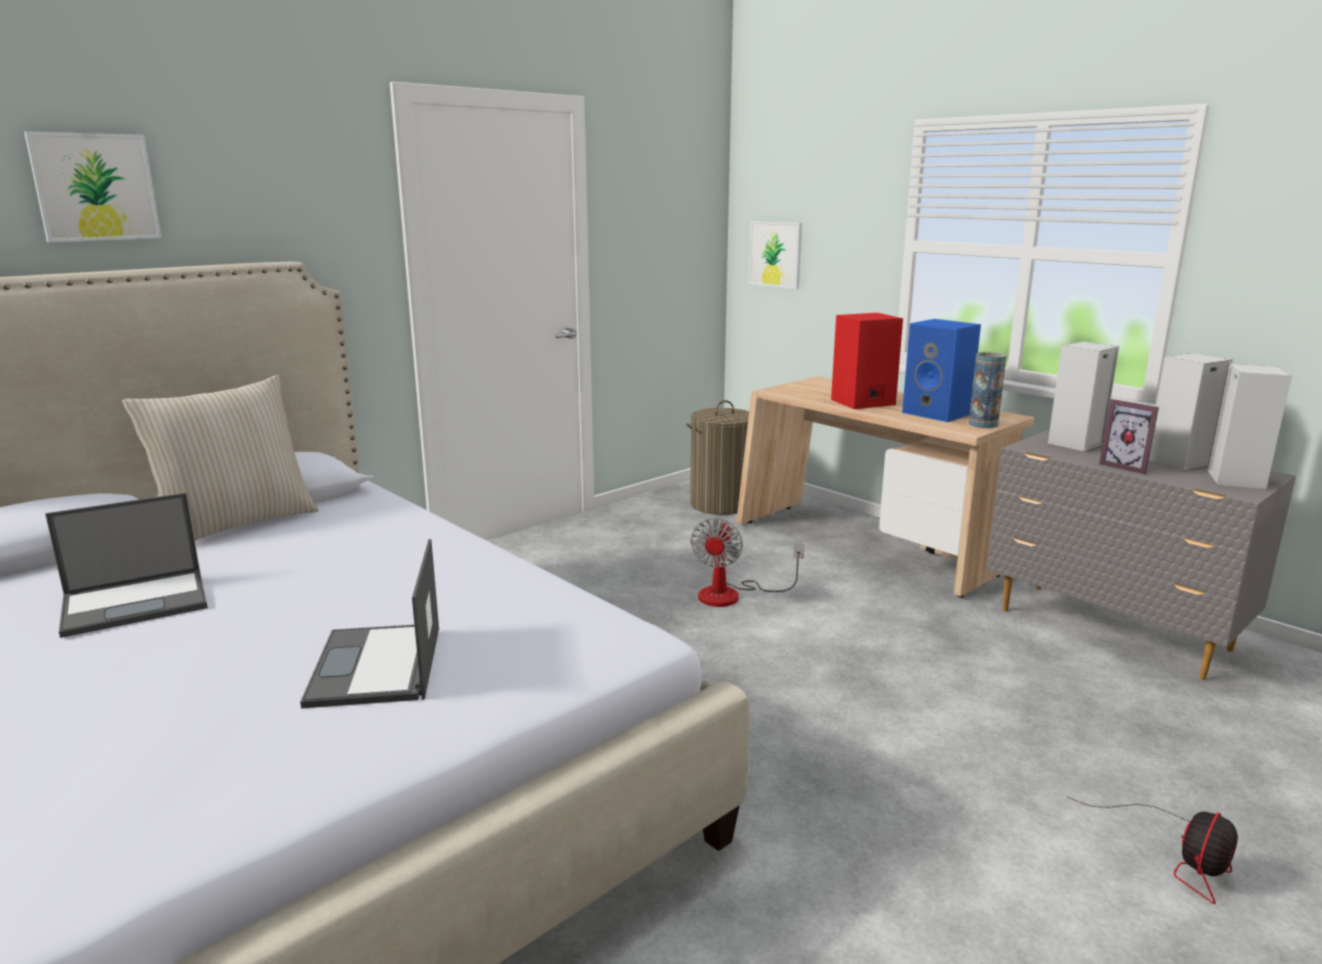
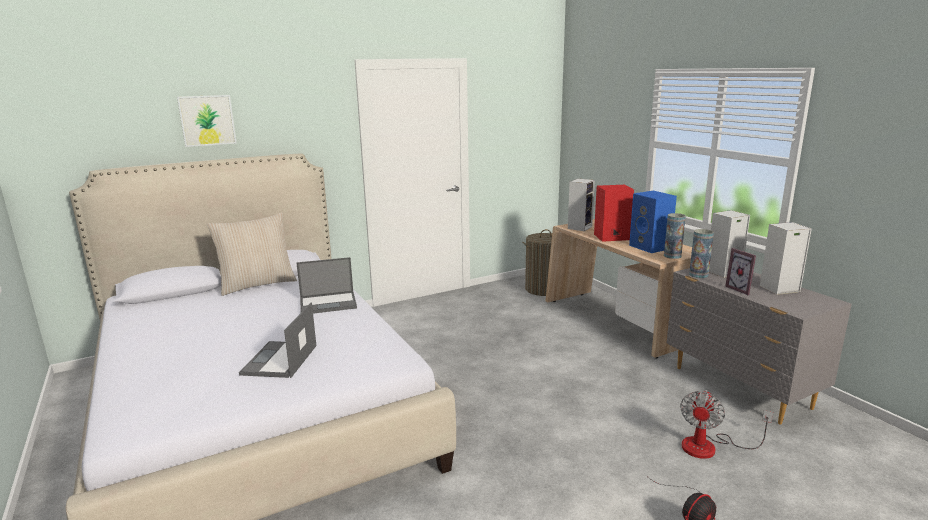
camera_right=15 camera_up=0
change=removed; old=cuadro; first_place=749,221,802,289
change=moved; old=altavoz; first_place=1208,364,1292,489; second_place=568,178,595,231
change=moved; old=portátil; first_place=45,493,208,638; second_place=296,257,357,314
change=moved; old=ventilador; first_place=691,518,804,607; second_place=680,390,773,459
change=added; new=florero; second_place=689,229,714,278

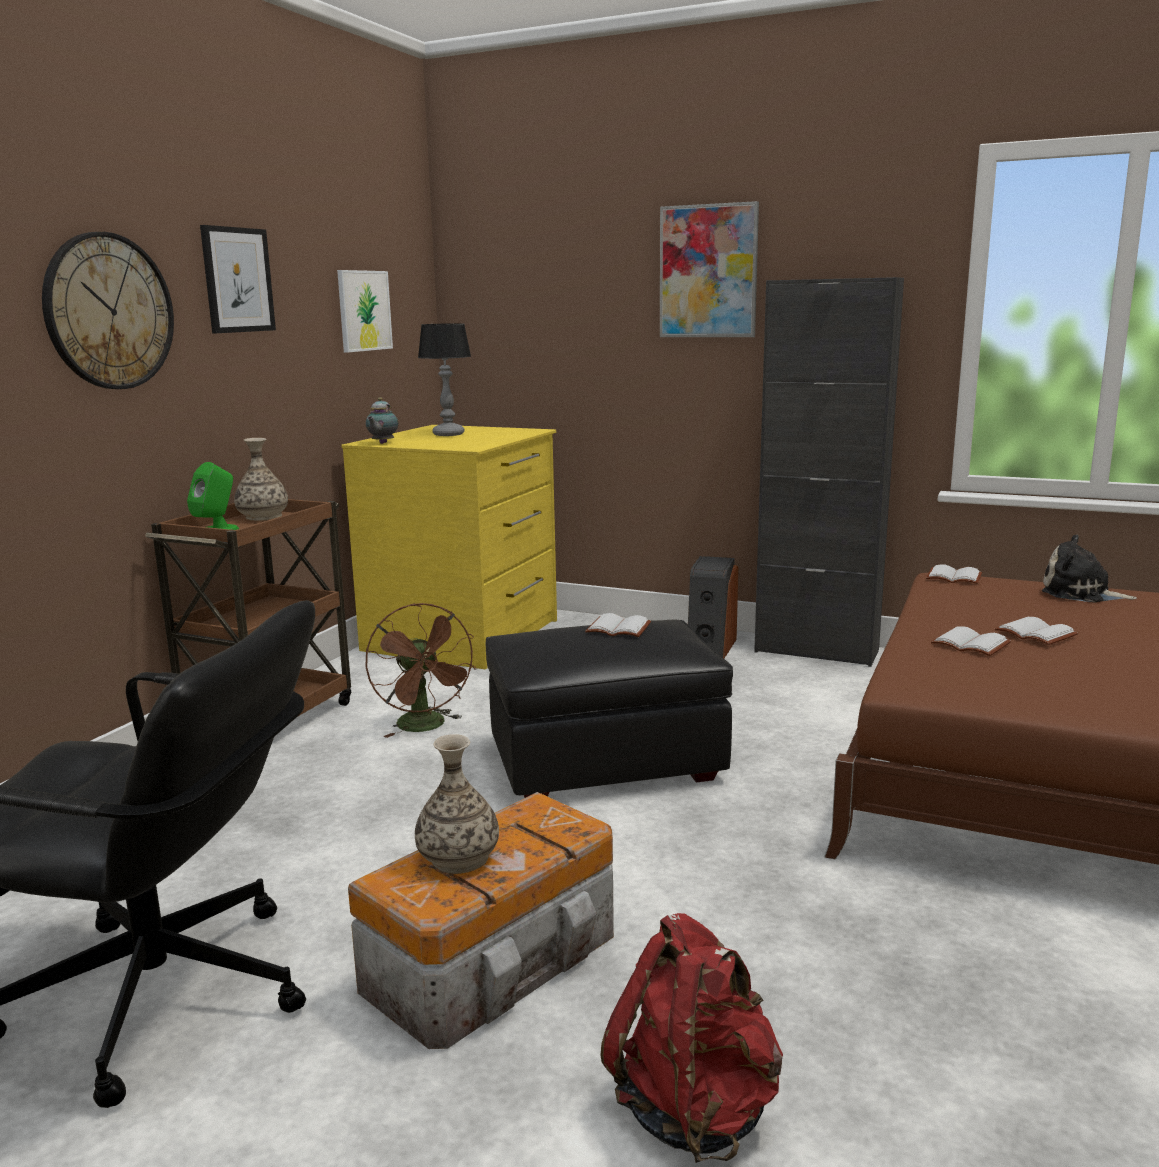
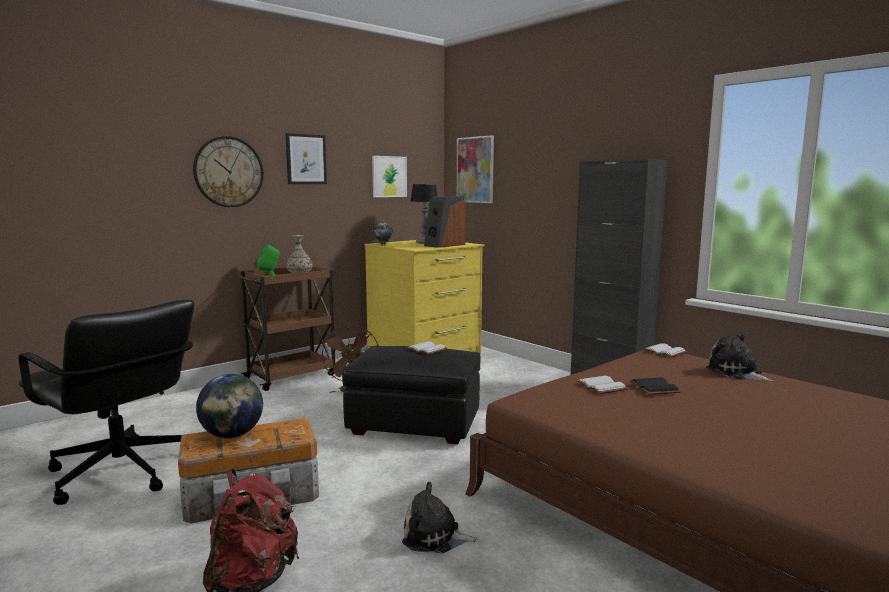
camera_right=25 camera_up=-5
change=moved; old=cuadro; first_place=660,201,759,337; second_place=457,135,494,203
change=moved; old=altavoz; first_place=688,556,738,658; second_place=424,196,465,248
change=recoloured; old=libro (blanco); new=libro (negro); first_place=995,617,1078,645; second_place=630,377,681,395
change=replaced; old=florero; new=globo terráqueo; first_place=415,734,499,874; second_place=196,374,263,438
change=added; new=peluche; second_place=402,482,478,553

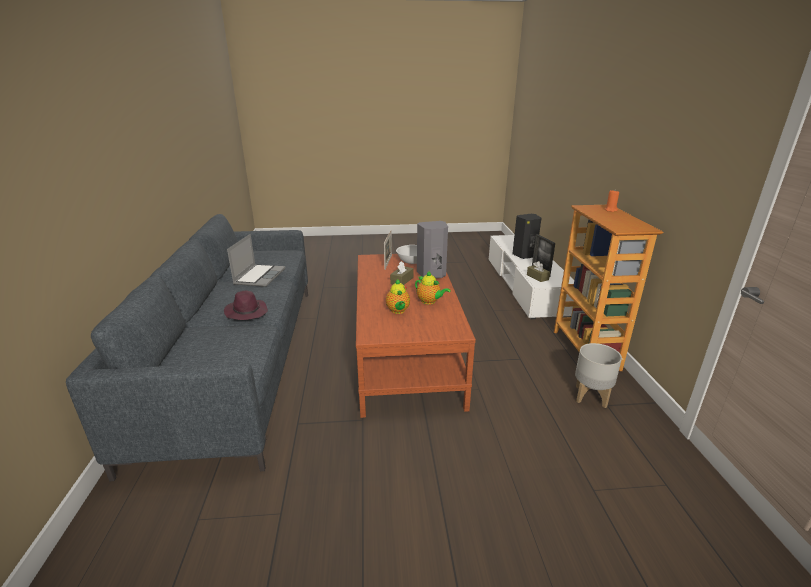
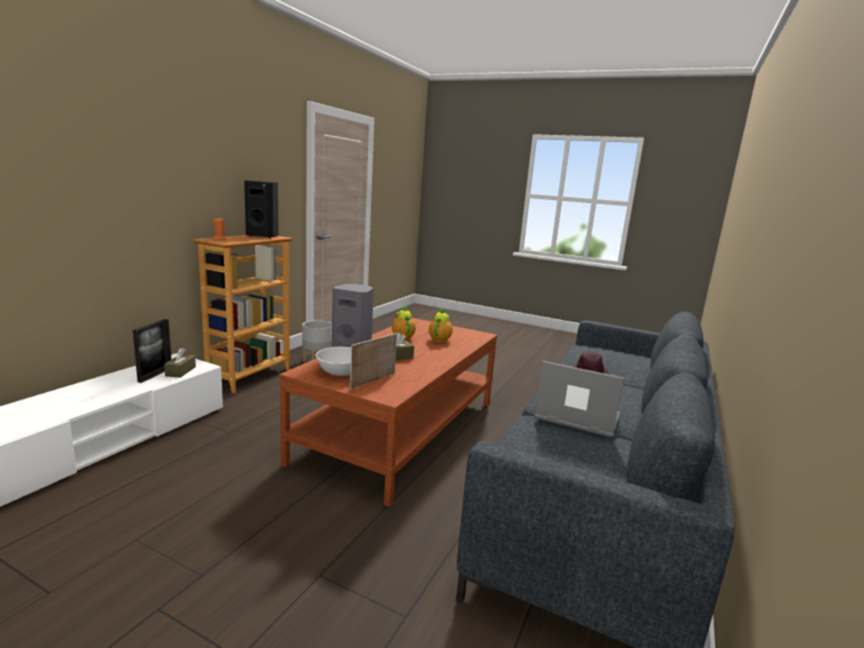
camera_right=-150 camera_up=-10
change=moved; old=altavoz (negro); first_place=512,214,541,259; second_place=244,180,279,238
change=turned; old=portátil; first_place=227,234,285,287; second_place=534,361,624,437; degrees=75

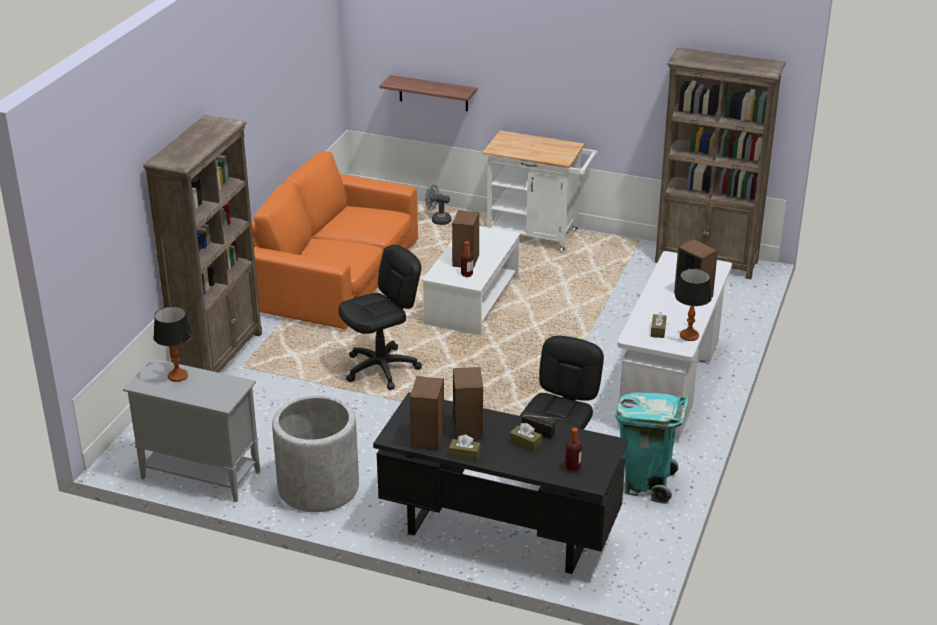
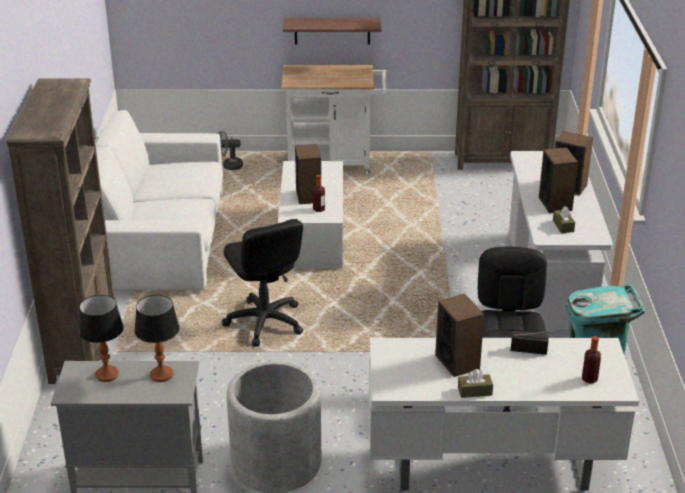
camera_right=-20 camera_up=0
change=moved; old=estante; first_place=379,75,477,111; second_place=283,18,381,44
change=recoloured; old=sofá (naranja); new=sofá (blanco); first_place=252,151,418,329; second_place=96,110,223,290
change=turned; old=silla de oficina (negro); first_place=338,245,422,390; second_place=222,219,303,347; degrees=120
change=moved; old=lámpara de mesa; first_place=675,268,712,341; second_place=134,295,180,382
change=moved; old=altavoz; first_place=410,376,444,450; second_place=539,147,578,213
change=recoloured; old=escritorio (negro); new=escritorio (blanco); first_place=373,392,628,574; second_place=369,338,639,490
change=removed; old=caja de pañuelos (marrón); first_place=510,423,542,452

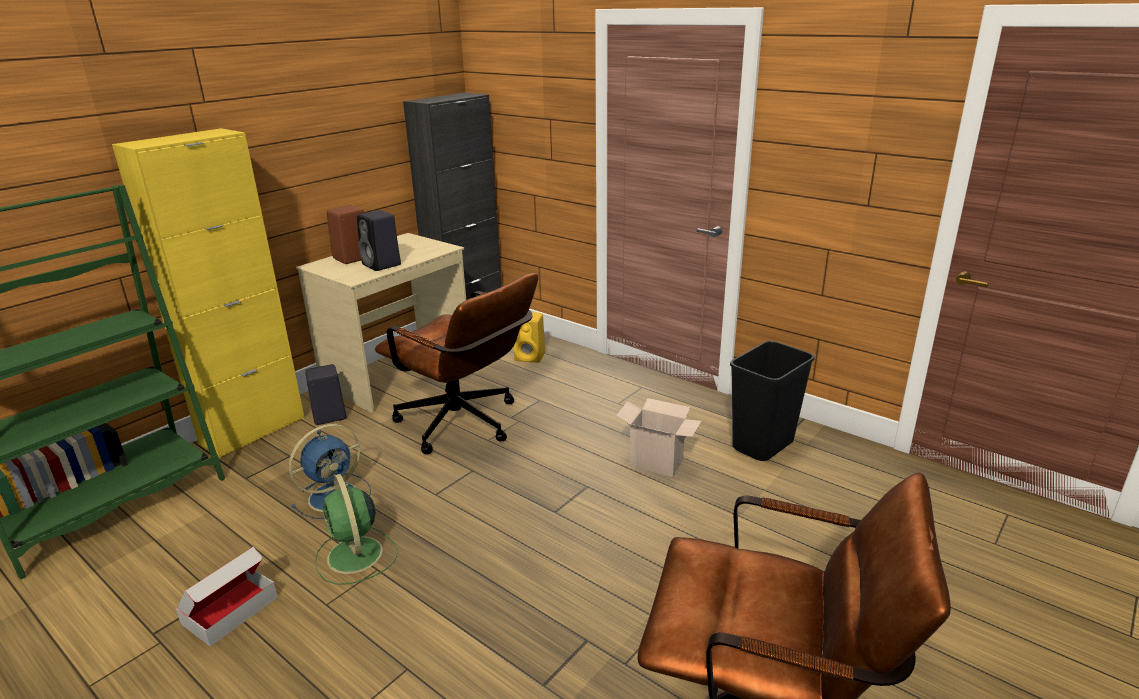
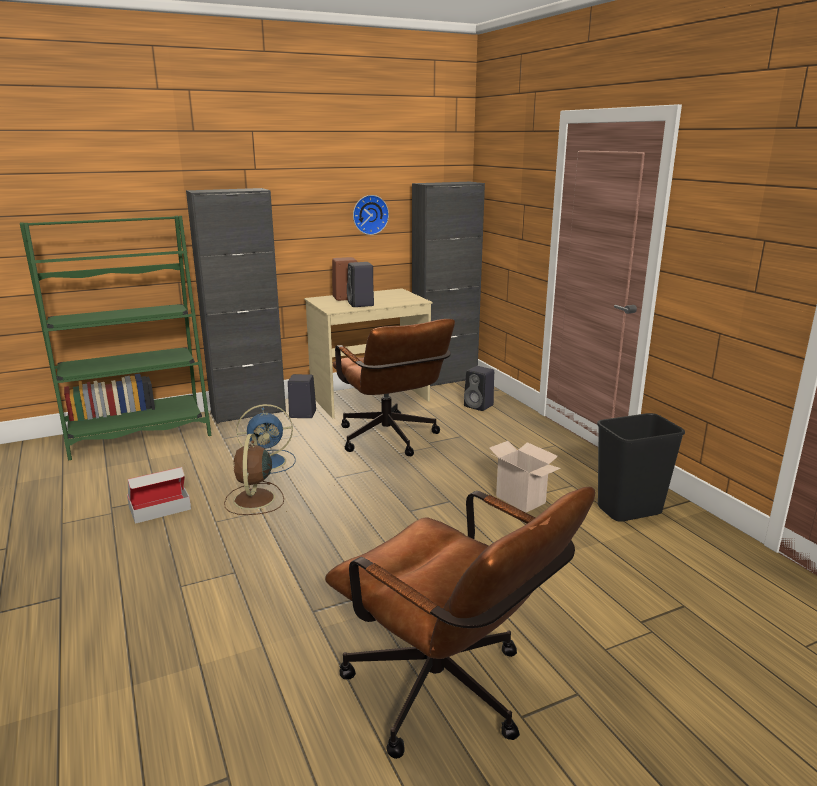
camera_right=25 camera_up=-5
change=recoloured; old=armario (amarillo); new=armario (negro); first_place=112,128,305,459; second_place=186,188,286,424
change=recoloured; old=altavoz (amarillo); new=altavoz (negro); first_place=514,312,545,363; second_place=464,366,494,411
change=recoloured; old=ventilador (verde); new=ventilador (marrón); first_place=315,474,398,585; second_place=224,434,284,515
change=added; new=reloj de pared; second_place=353,195,389,235

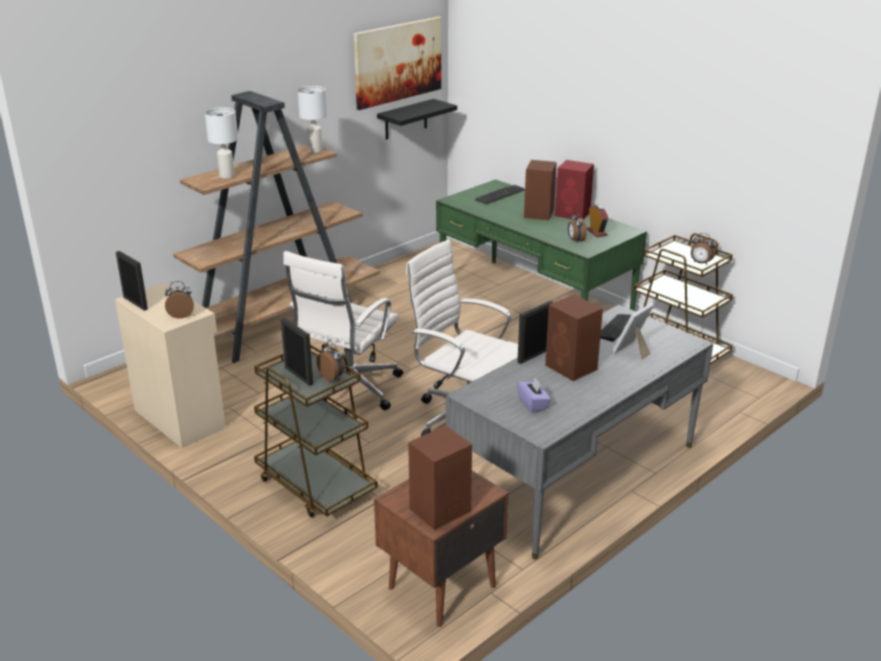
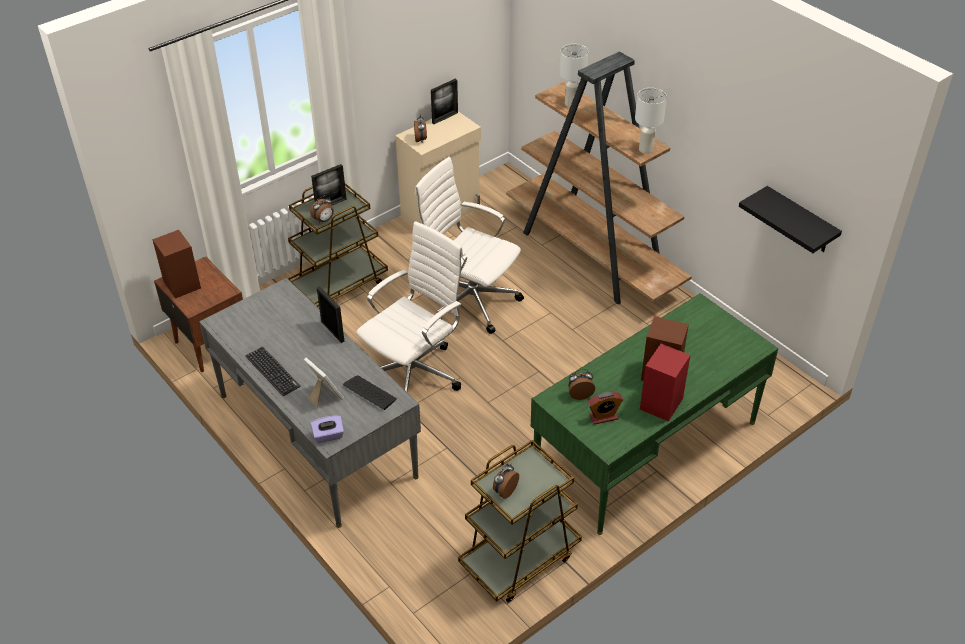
camera_right=95 camera_up=15
change=removed; old=cuadro; first_place=354,17,441,110
change=moved; old=teclado; first_place=475,185,525,204; second_place=246,347,301,396
change=removed; old=altavoz (marrón); first_place=545,295,603,381
change=moved; old=caja de pañuelos (morado); first_place=517,378,551,413; second_place=310,415,344,443

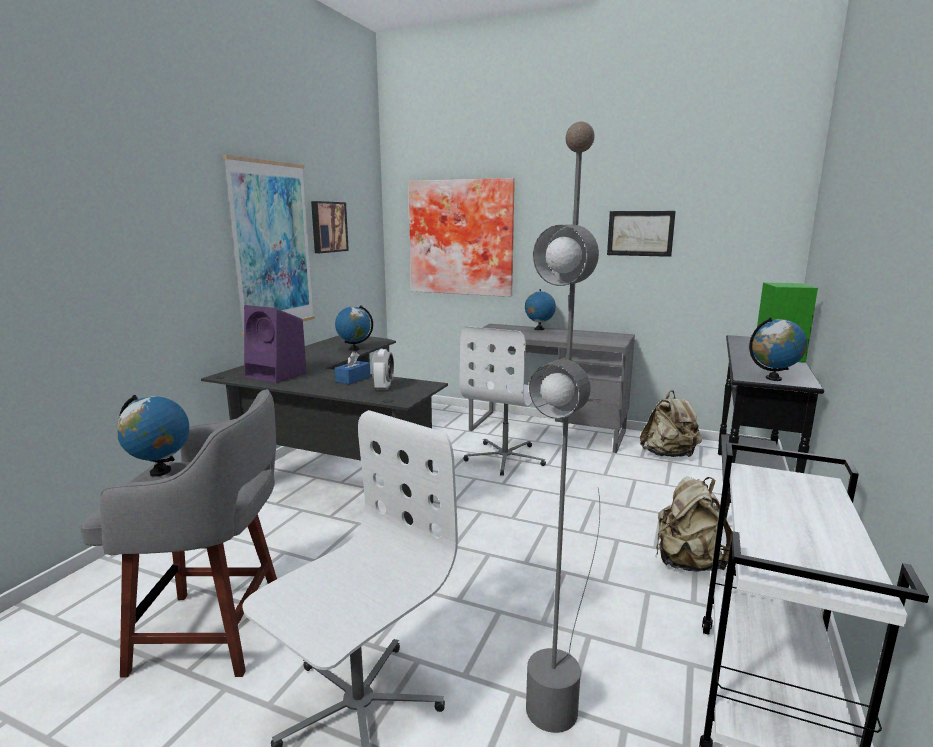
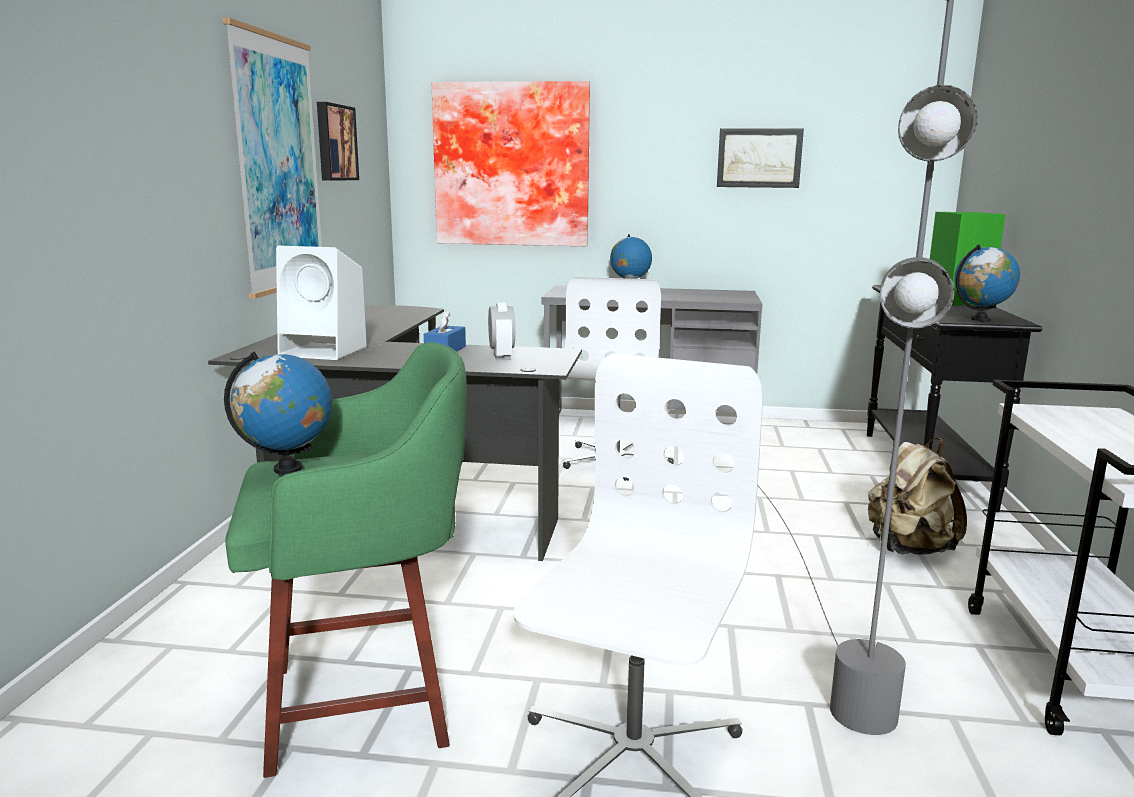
camera_right=-15 camera_up=0
change=recoloured; old=altavoz (morado); new=altavoz (blanco); first_place=244,305,307,383; second_place=276,246,367,360
change=removed; old=globo terráqueo; first_place=335,305,373,351
change=recoloured; old=taburete (gris); new=taburete (verde); first_place=80,389,277,677; second_place=225,342,467,778
change=removed; old=mochila (beis); first_place=640,390,702,457

